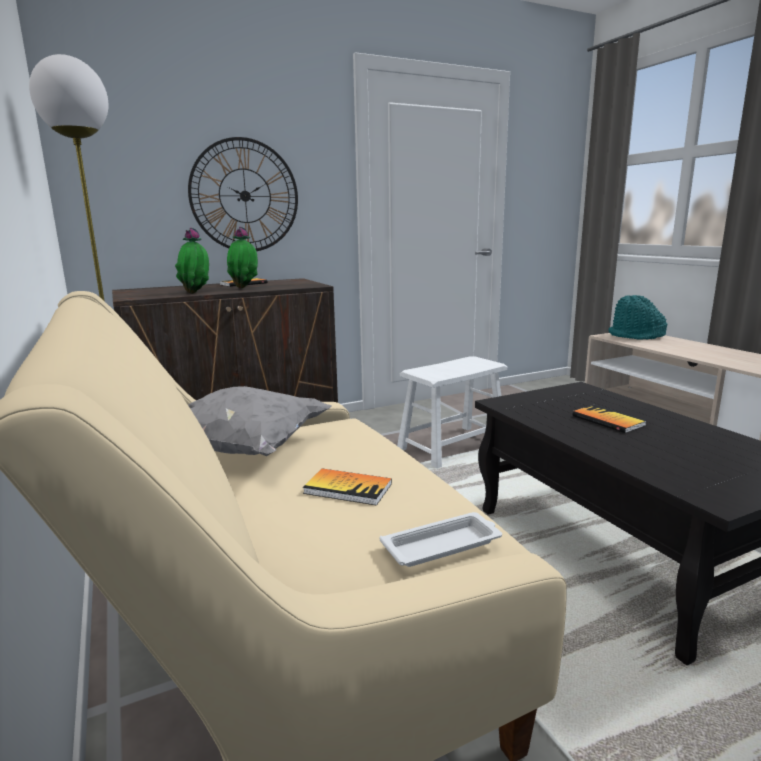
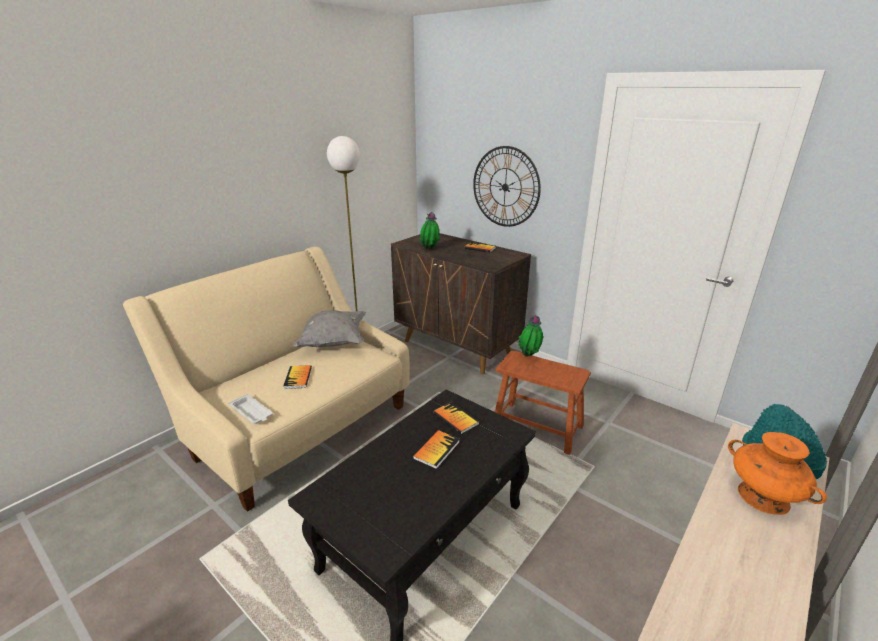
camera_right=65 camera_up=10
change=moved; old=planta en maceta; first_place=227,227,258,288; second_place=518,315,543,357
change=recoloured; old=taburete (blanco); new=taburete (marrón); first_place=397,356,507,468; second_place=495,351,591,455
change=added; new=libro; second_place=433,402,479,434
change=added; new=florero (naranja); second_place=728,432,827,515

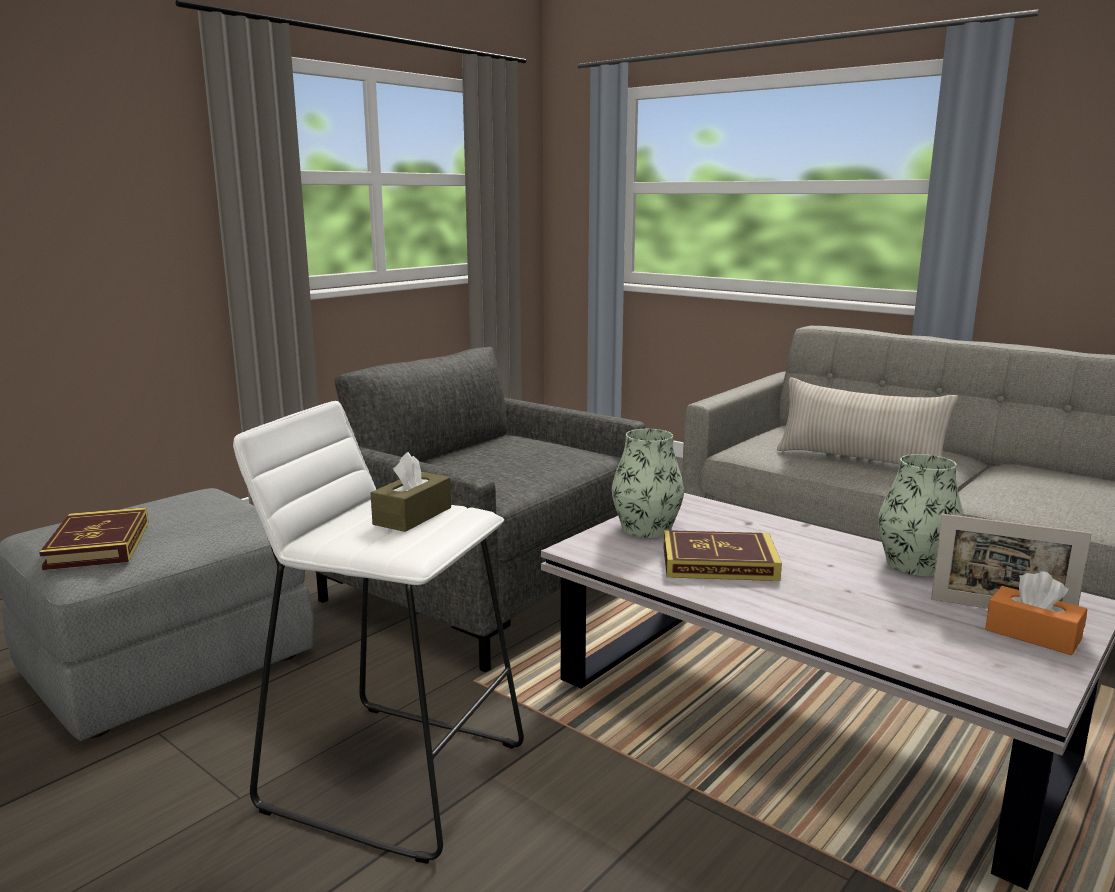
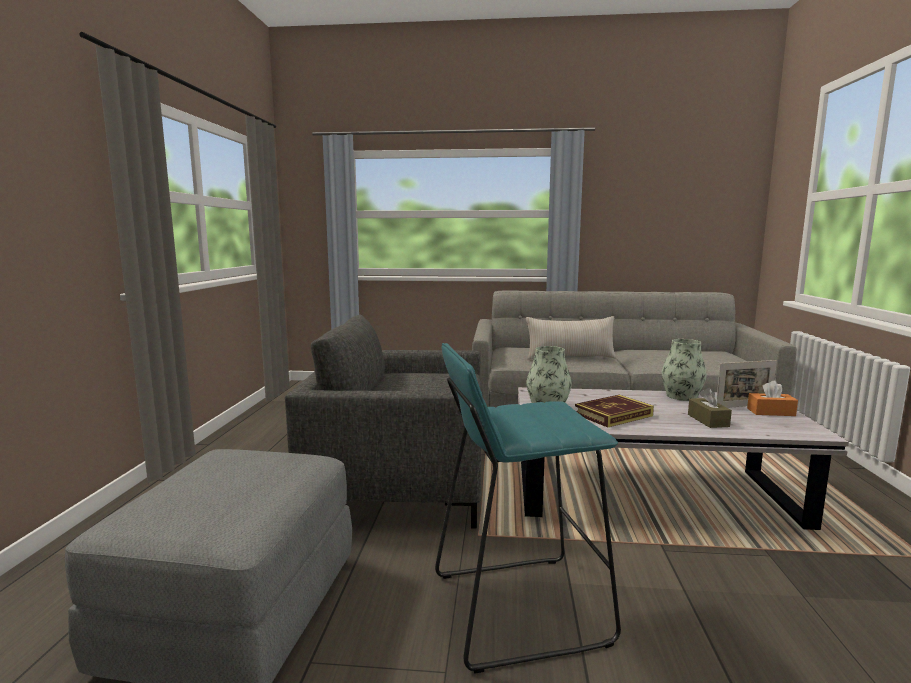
camera_right=-35 camera_up=-5
change=recoloured; old=taburete (blanco); new=taburete (turquesa); first_place=233,401,524,864; second_place=435,343,621,673
change=moved; old=caja de pañuelos (marrón); first_place=371,452,451,532; second_place=688,388,732,428
change=removed; old=libro; first_place=39,507,149,570

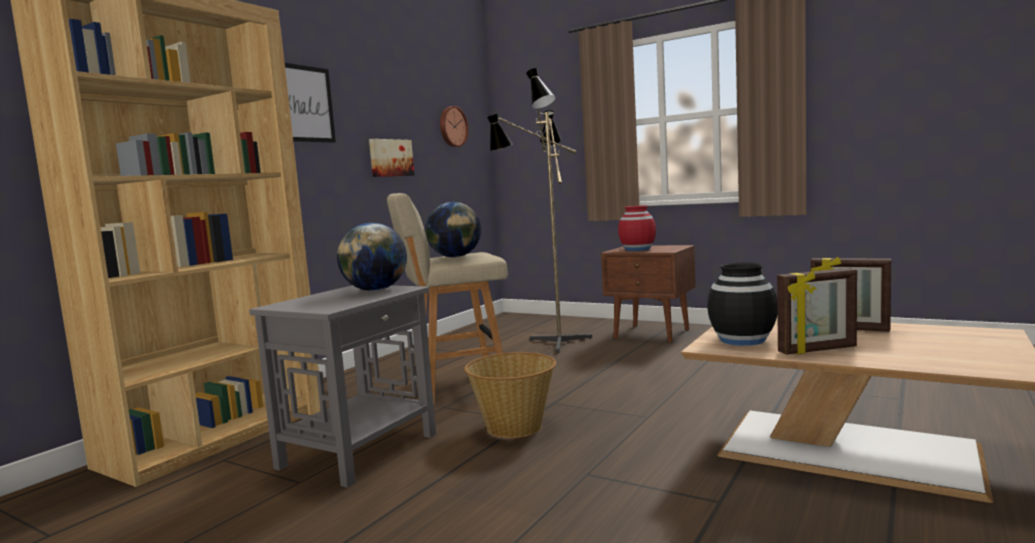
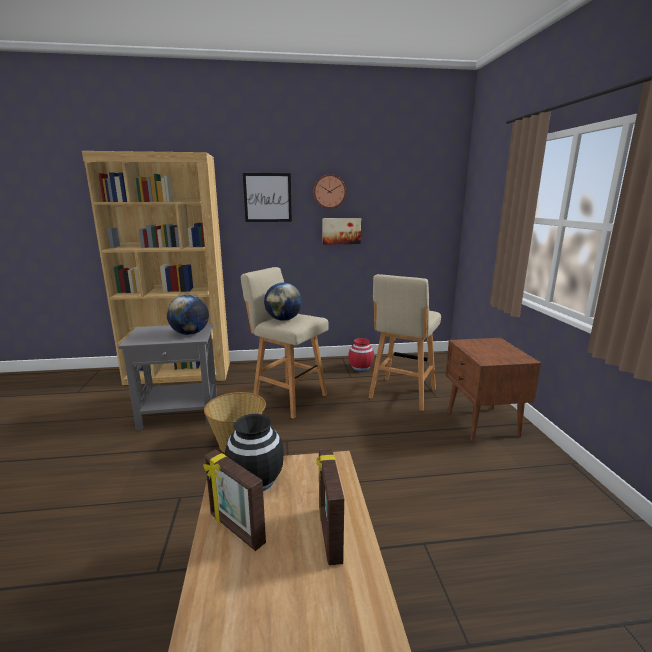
camera_right=50 camera_up=10
change=replaced; old=lámpara de pie; new=taburete (beis); first_place=487,68,592,353; second_place=369,274,441,411
change=moved; old=reloj de pared; first_place=440,106,469,147; second_place=313,174,346,209
change=moved; old=florero (rojo); first_place=618,205,656,251; second_place=348,338,374,372

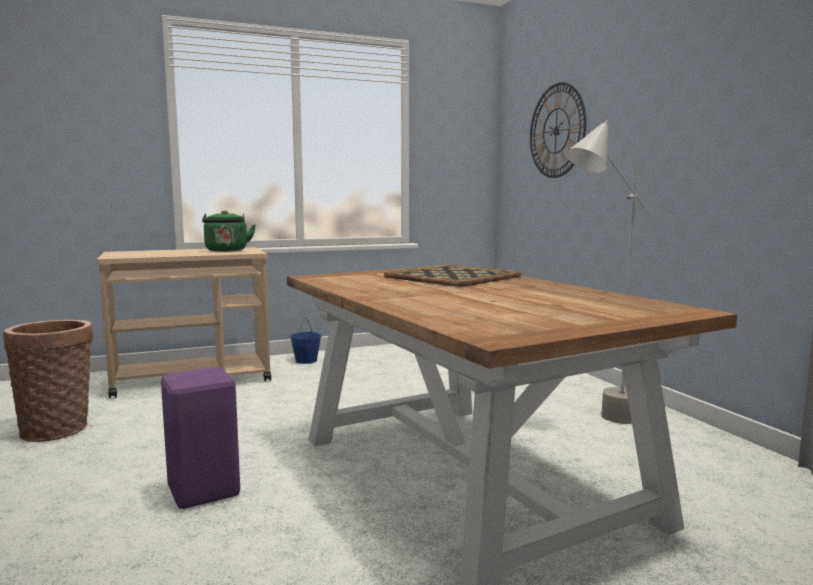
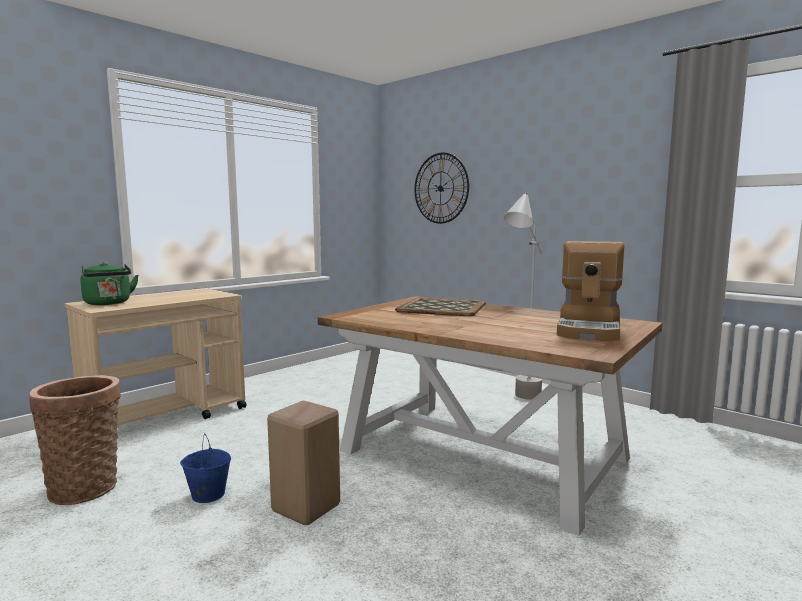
camera_right=-25 camera_up=0
change=moved; old=hervidor (verde); first_place=202,210,256,252; second_place=81,262,139,305
change=moved; old=cubo (azul); first_place=290,319,321,364; second_place=180,434,231,503
change=recoloured; old=taburete (morado); new=taburete (beis); first_place=161,366,240,509; second_place=267,401,340,525
change=added; new=cafetera; second_place=557,241,624,341

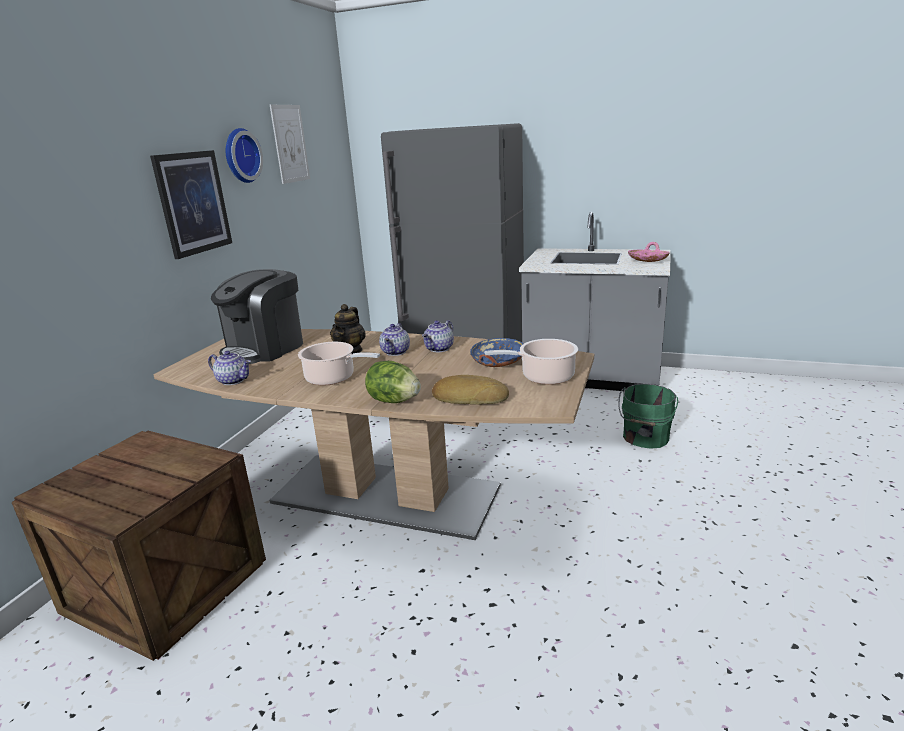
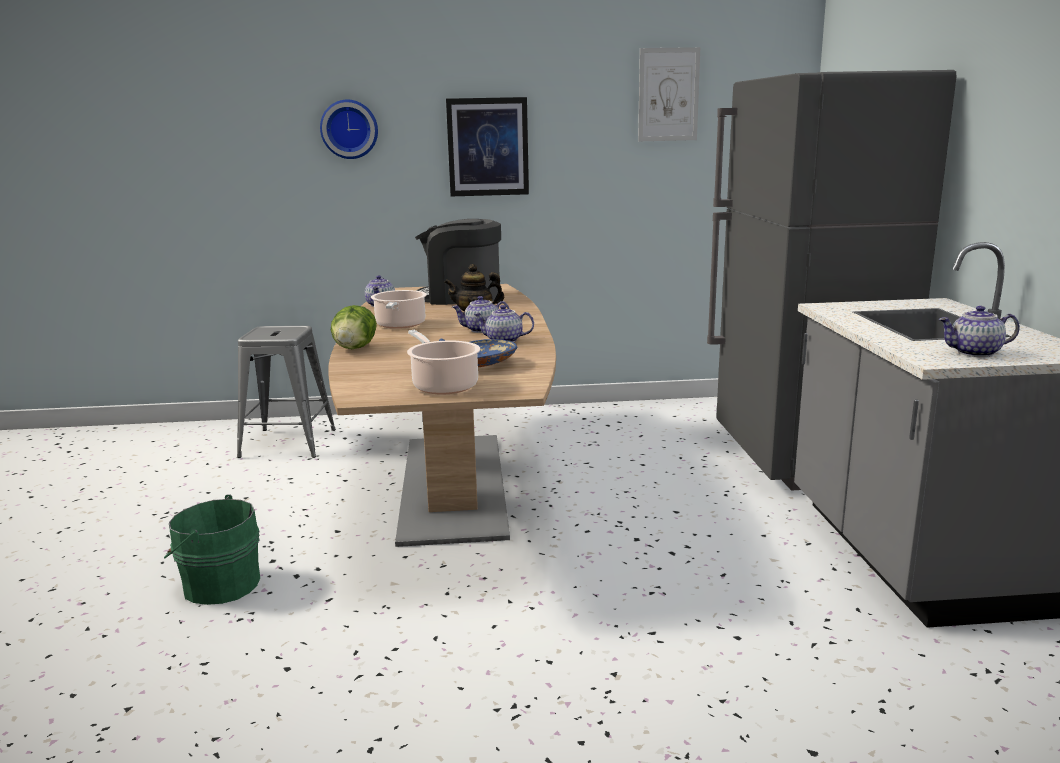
camera_right=65 camera_up=-5
change=moved; old=reloj de pared; first_place=226,128,263,183; second_place=320,100,378,159
change=replaced; old=cuenco (rosa); new=tetera; first_place=628,242,670,262; second_place=938,306,1020,357
change=removed; old=pan; first_place=432,375,509,405
change=moved; old=cubo (verde); first_place=618,384,678,449; second_place=164,495,260,605
change=replaced; old=caja de embalaje; new=taburete (gris); first_place=11,431,266,661; second_place=237,326,336,458

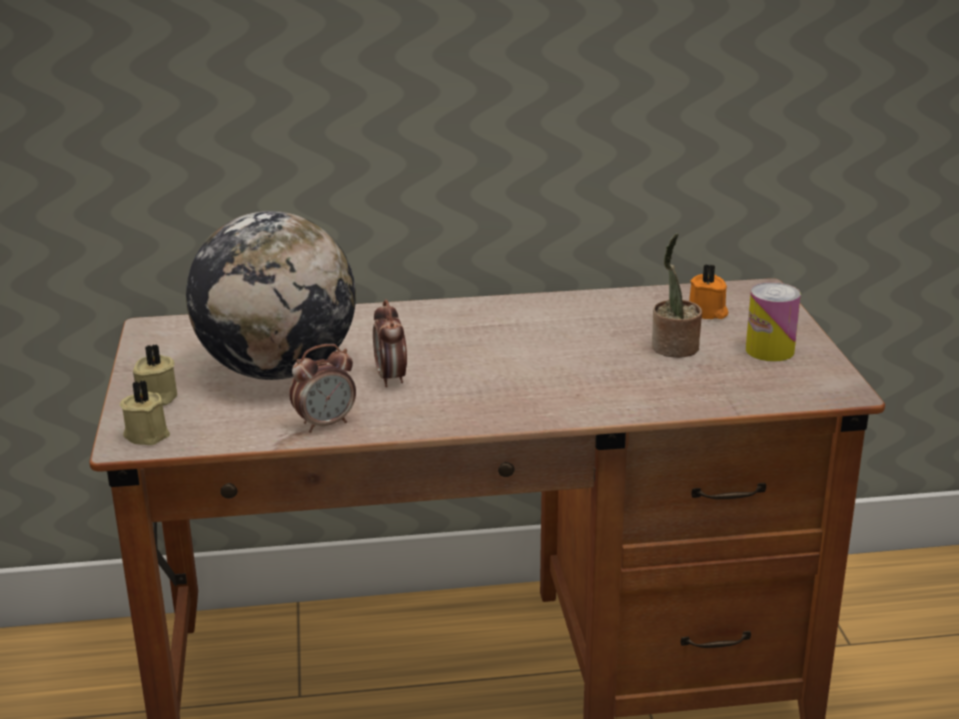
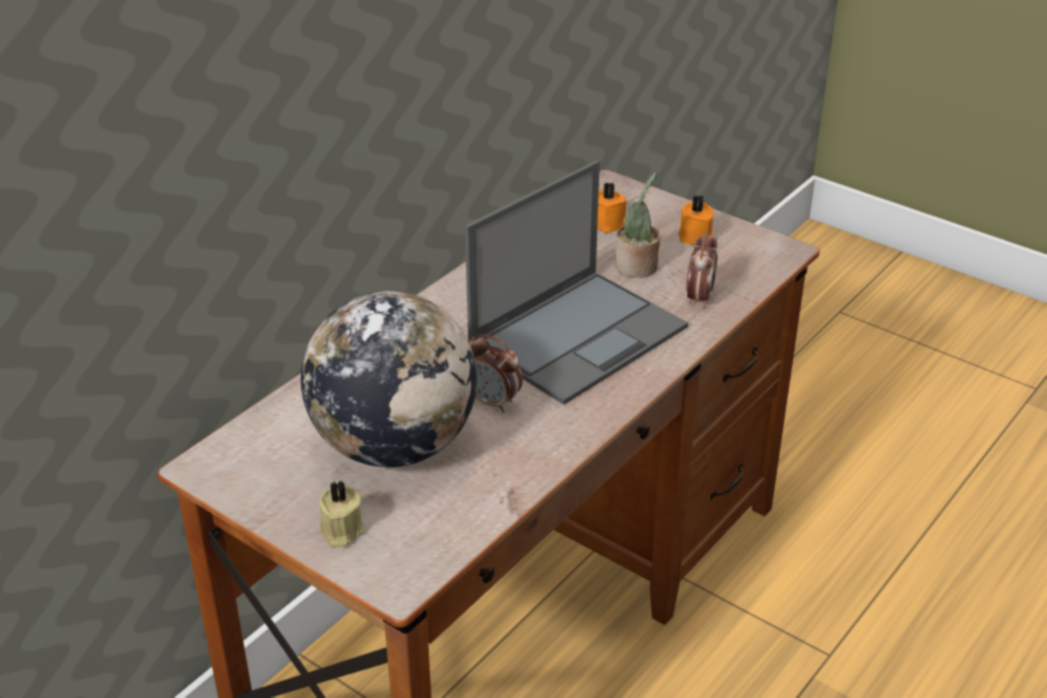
camera_right=-45 camera_up=10
change=replaced; old=lata; new=vela (naranja); first_place=746,282,801,362; second_place=678,195,714,245
change=moved; old=despertador; first_place=289,344,356,433; second_place=686,231,718,308
change=removed; old=vela (beis); first_place=120,380,170,445
change=added; new=portátil; second_place=465,160,688,405

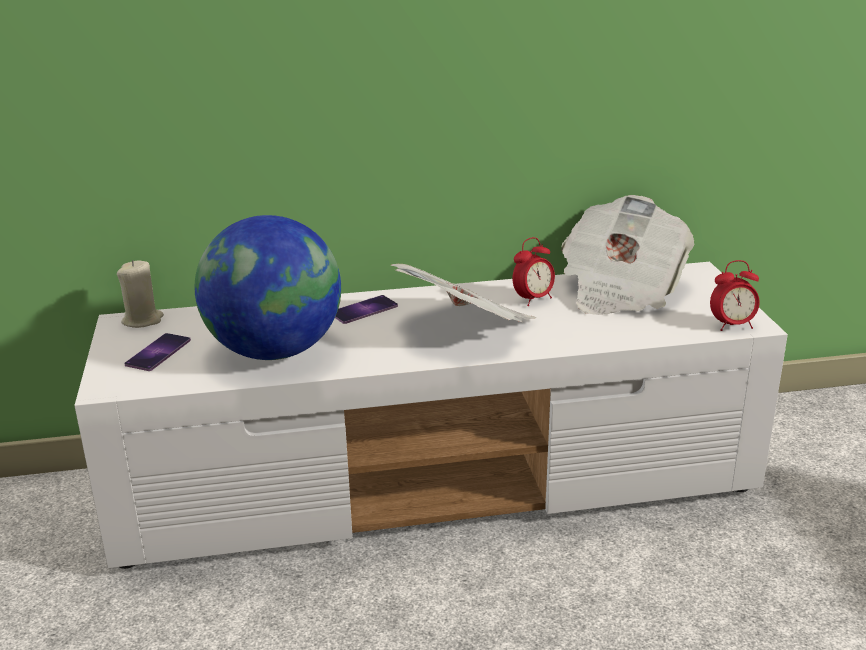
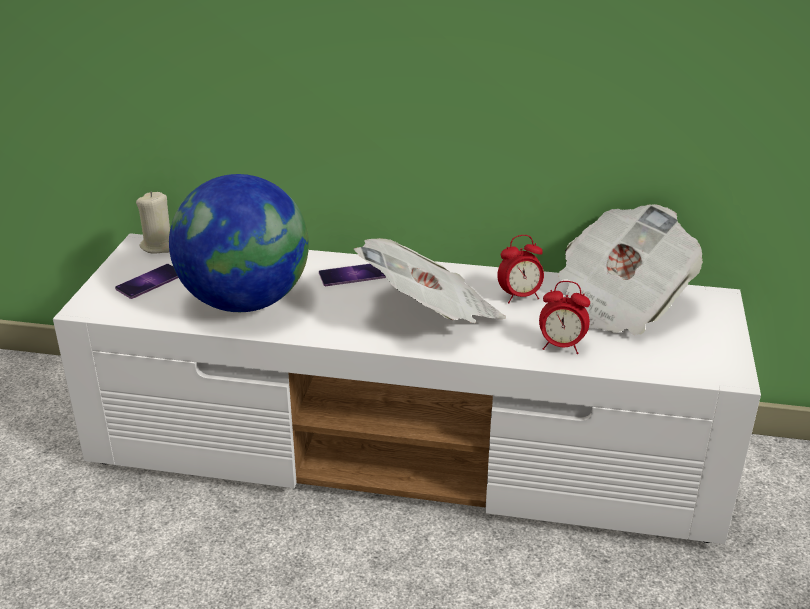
camera_right=20 camera_up=5
change=moved; old=despertador; first_place=710,260,760,331; second_place=539,281,590,354

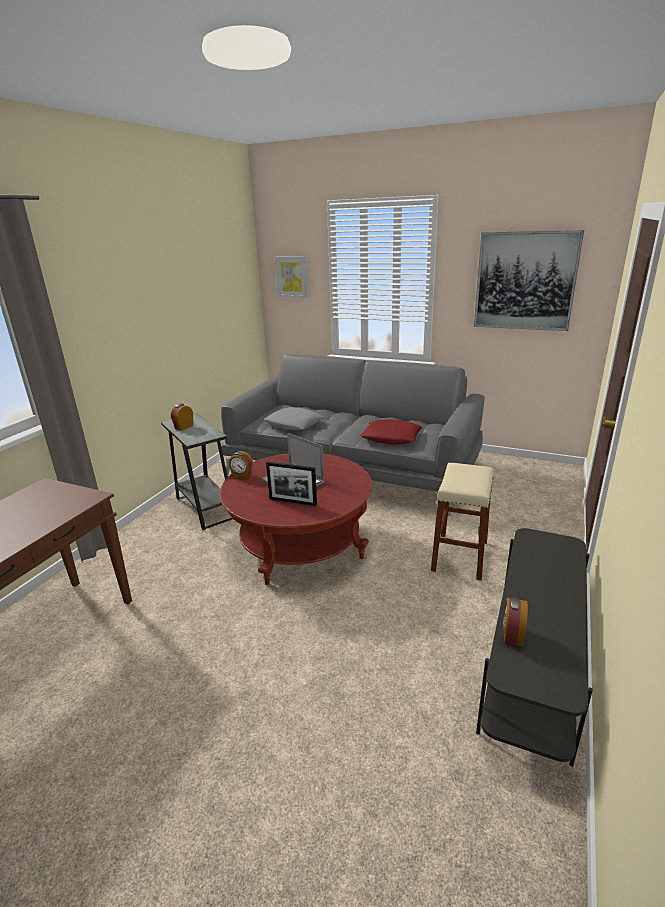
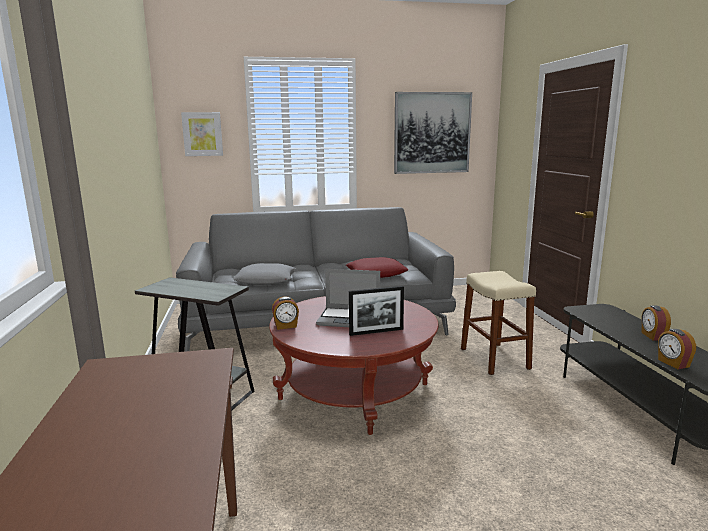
camera_right=-35 camera_up=-10
change=moved; old=despertador; first_place=171,404,193,431; second_place=641,305,671,341

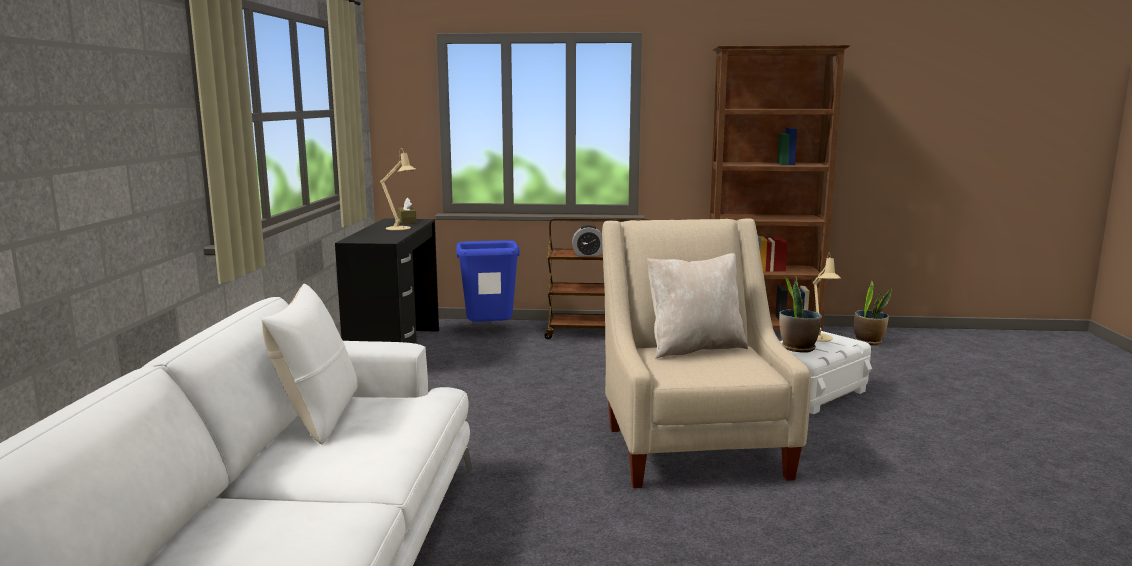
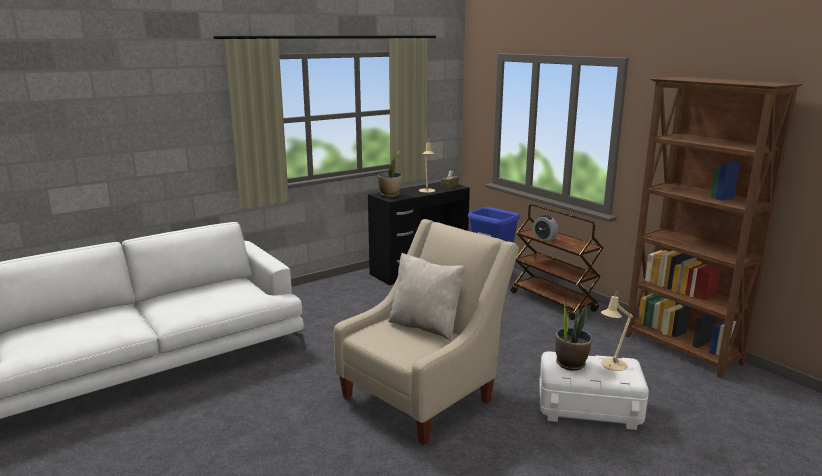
camera_right=50 camera_up=5
change=moved; old=planta en maceta; first_place=854,281,892,345; second_place=378,151,402,197
change=removed; old=cojín (blanco); first_place=262,284,357,445

